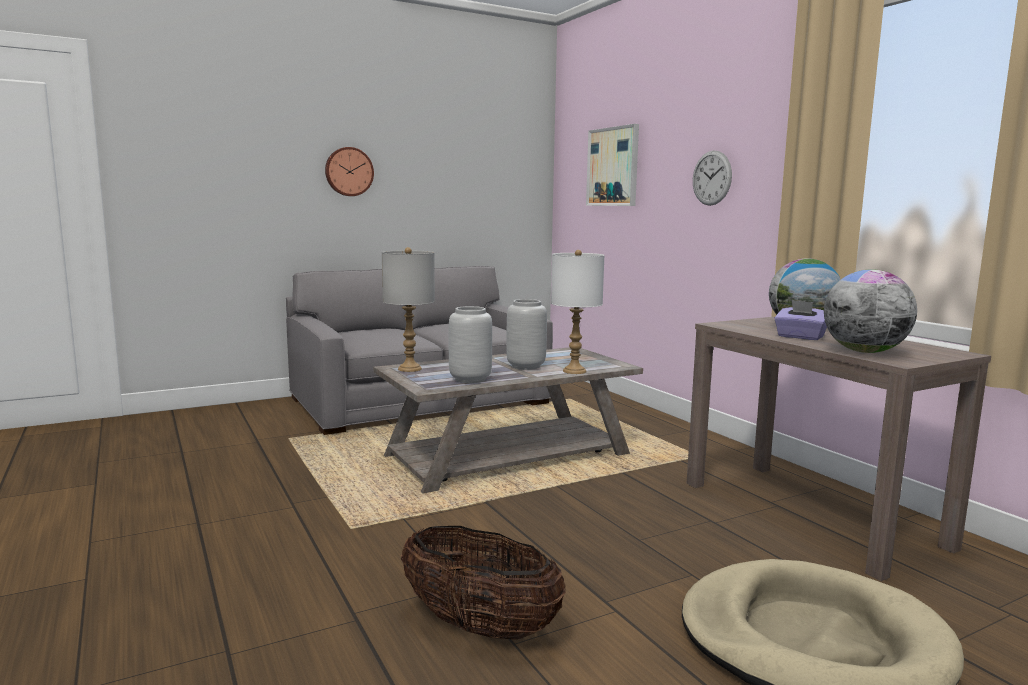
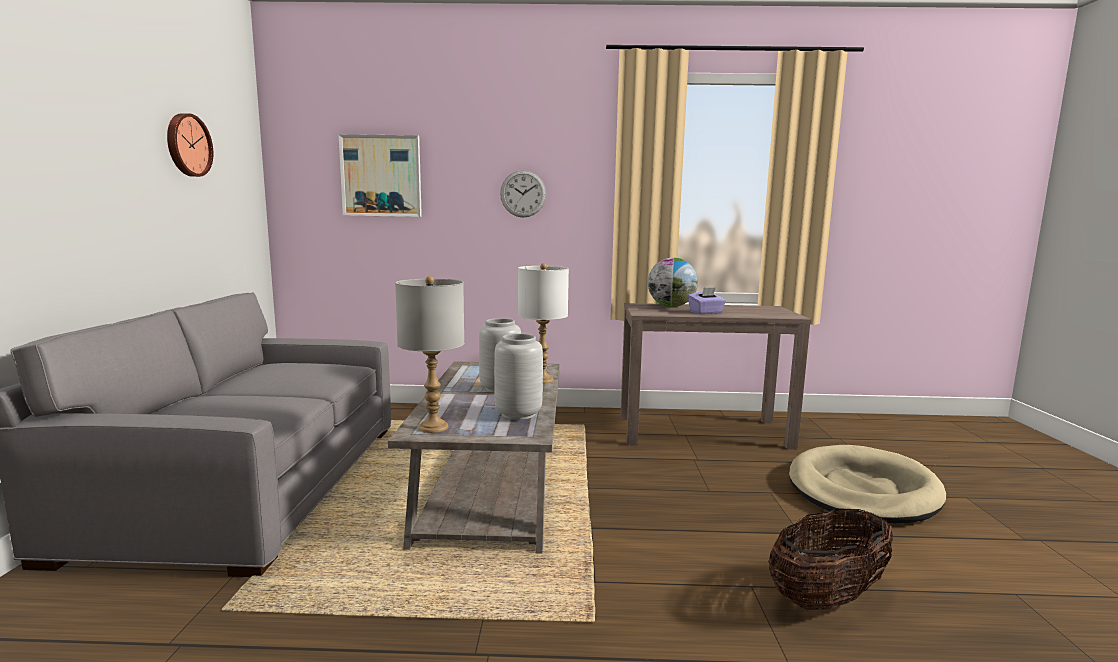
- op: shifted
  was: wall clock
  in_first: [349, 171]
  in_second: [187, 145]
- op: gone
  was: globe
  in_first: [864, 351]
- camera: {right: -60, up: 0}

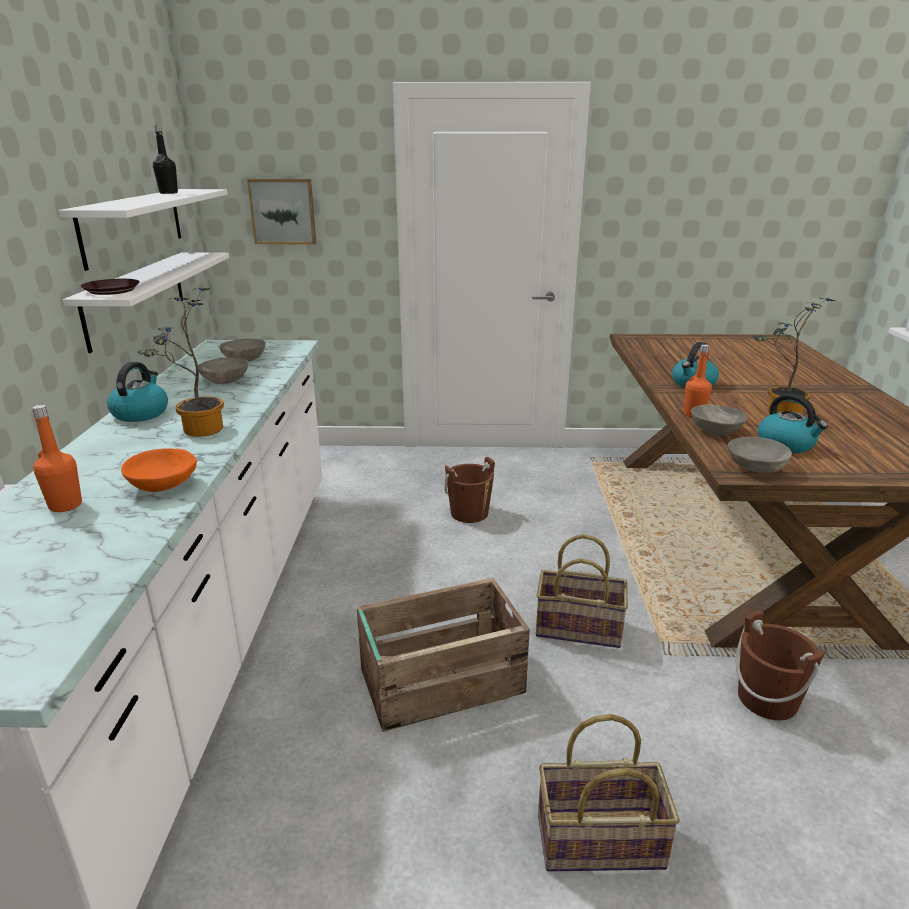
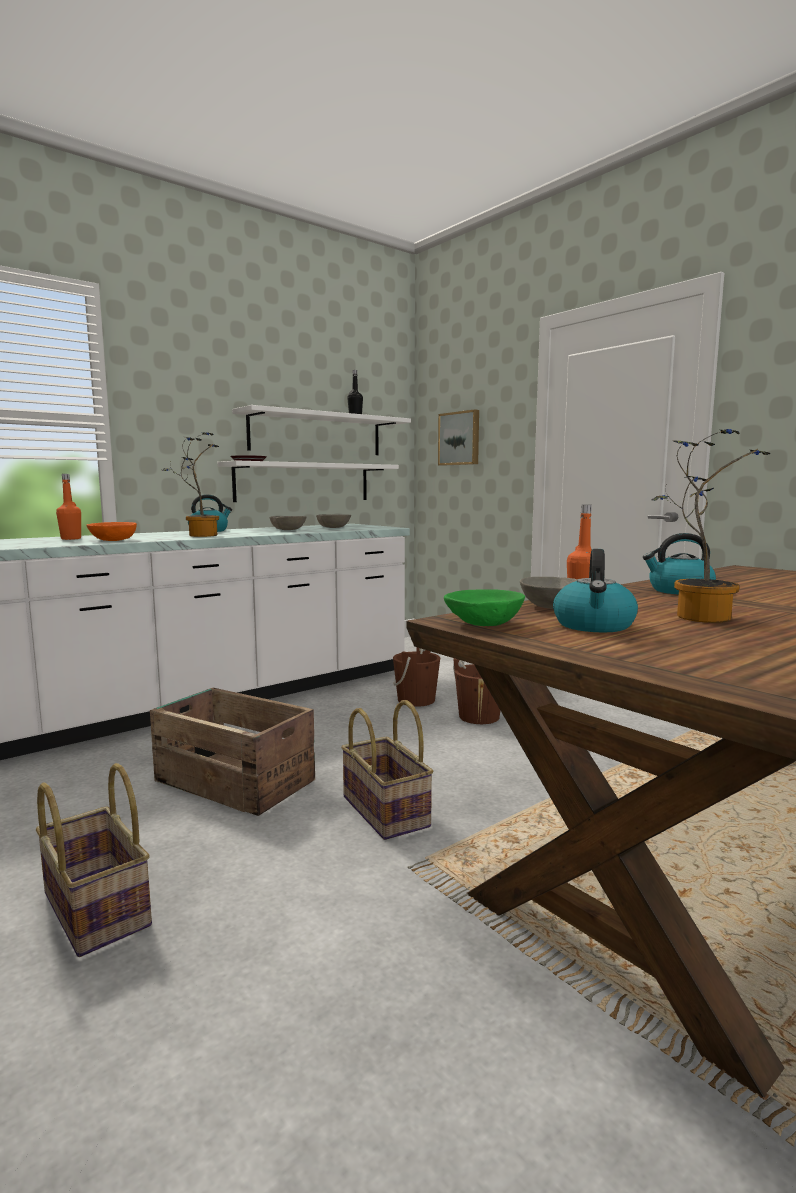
- op: shifted
  was: brown bucket
  in_first: [767, 699]
  in_second: [416, 700]
- op: repainted
  was: grey bowl
  now: green bowl
  in_first: [756, 468]
  in_second: [484, 624]
- camera: {right: 50, up: -15}

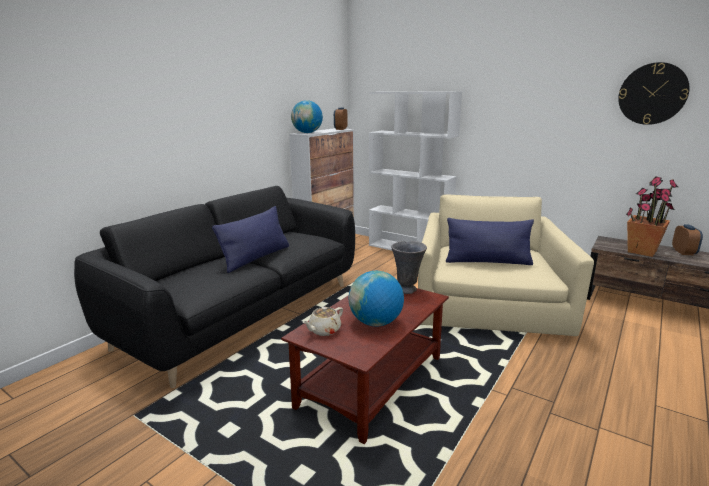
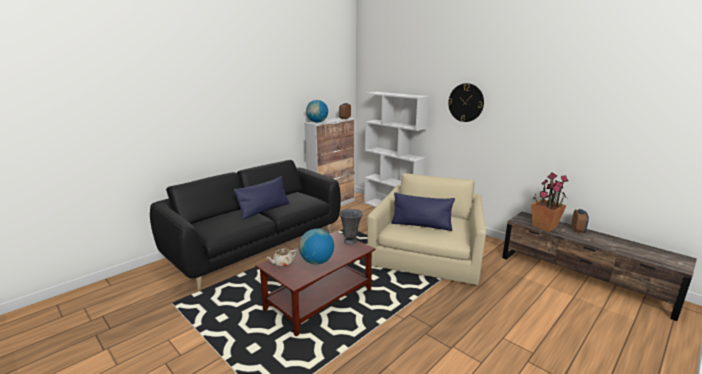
- op: shifted
  was: wall clock
  in_first: [652, 94]
  in_second: [466, 102]
- camera: {right: 10, up: 0}

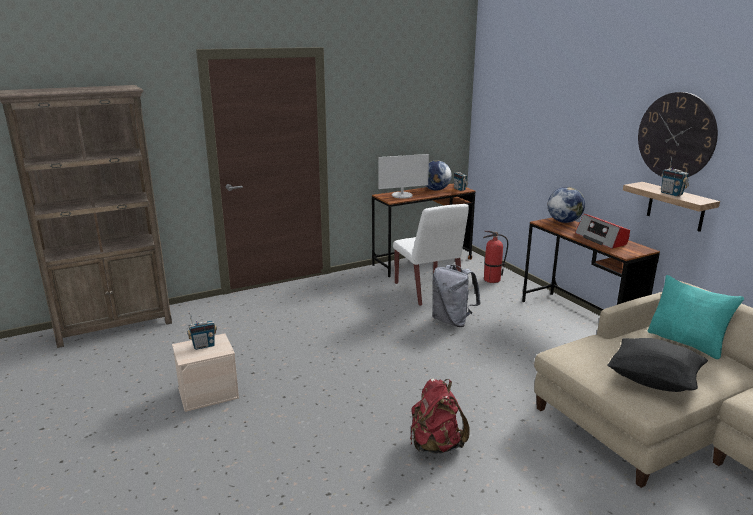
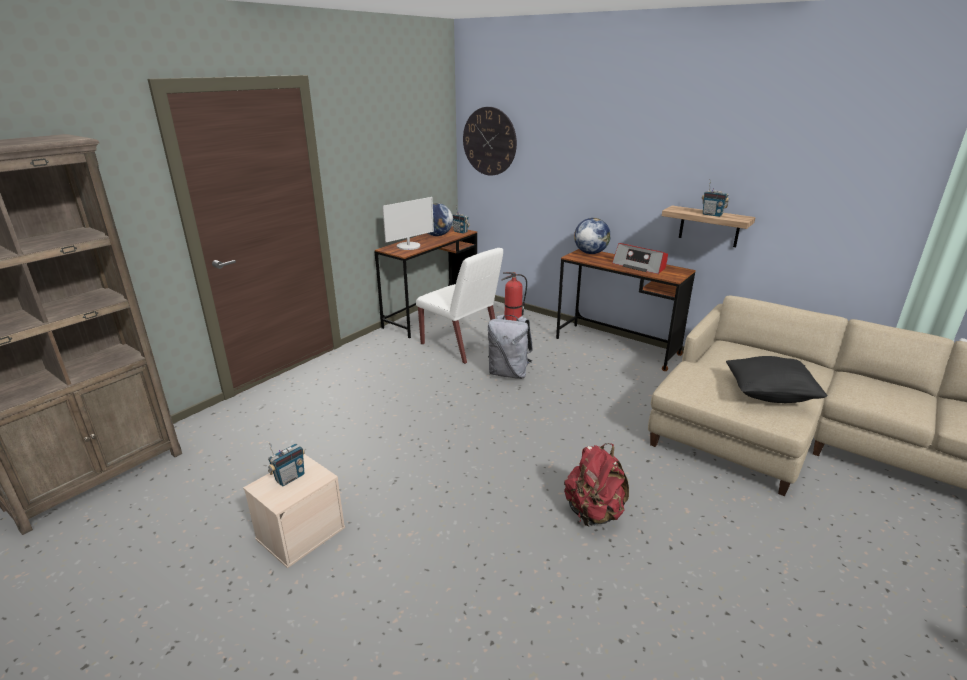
- op: shifted
  was: wall clock
  in_first: [676, 136]
  in_second: [489, 141]
- op: gone
  was: turquoise pillow
  in_first: [686, 342]
- camera: {right: -25, up: 5}

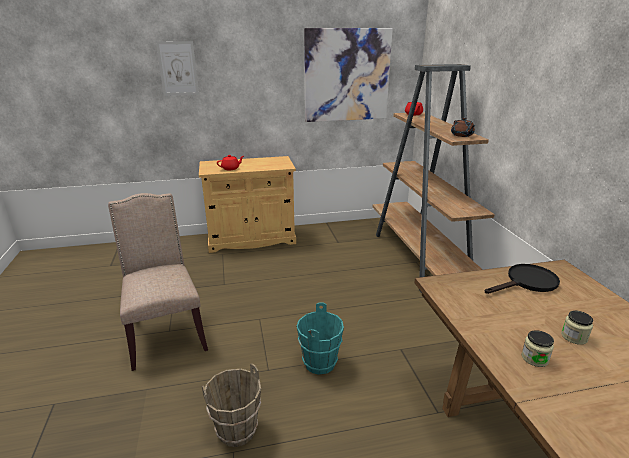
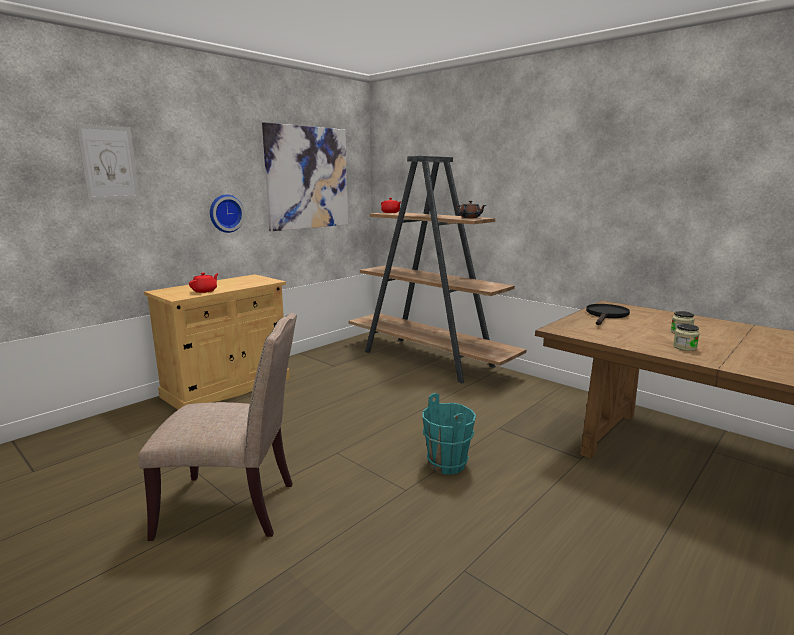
- op: rotated
  was: beige chair
  in_first: [165, 333]
  in_second: [234, 507]
  clockwise: 150
- op: new
  now: wall clock
  in_second: [225, 213]
- op: gone
  was: brown bucket
  in_first: [237, 431]
- camera: {right: -35, up: -10}

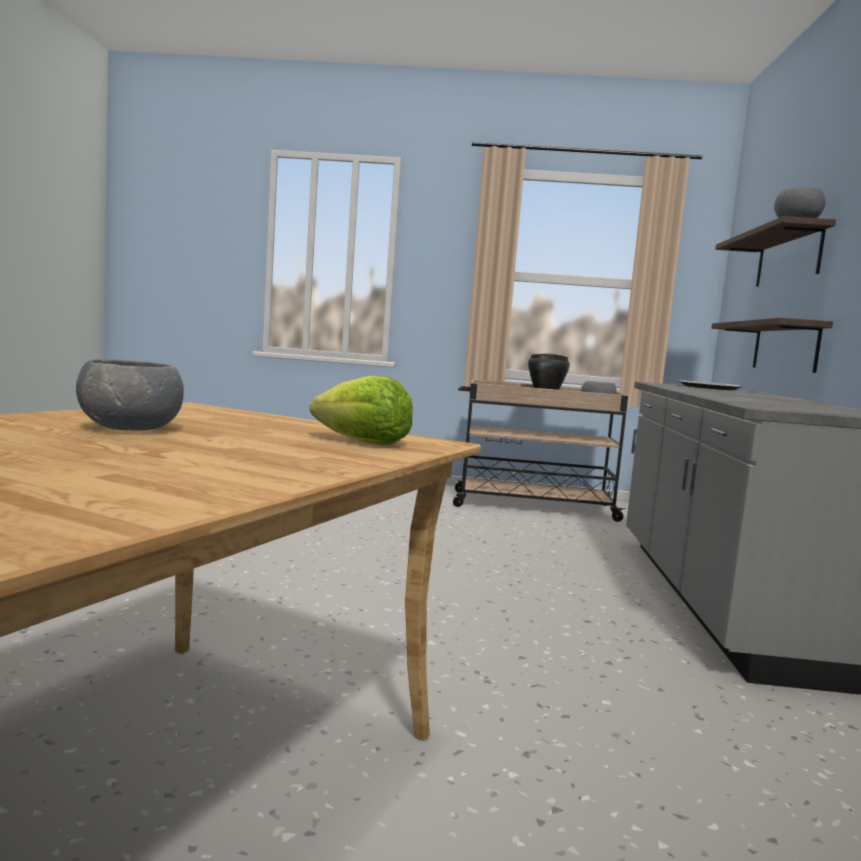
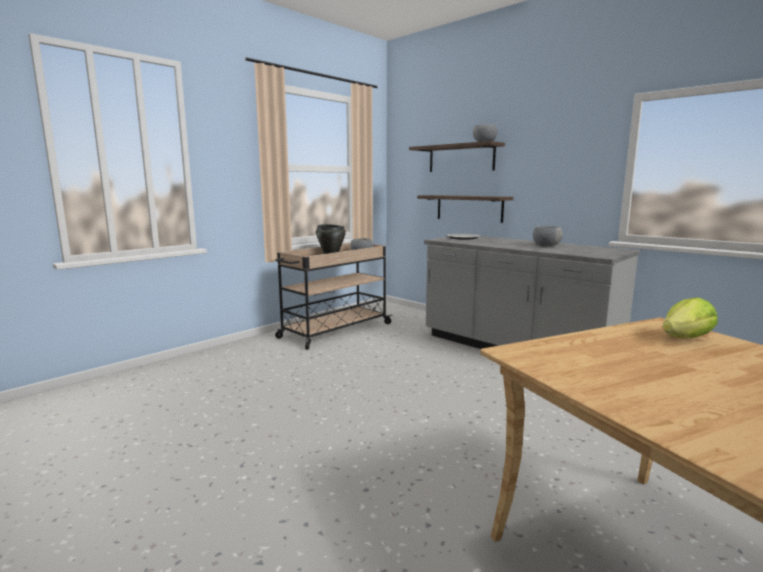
- op: shifted
  was: grey bowl
  in_first: [130, 429]
  in_second: [546, 246]
- camera: {right: -50, up: 5}

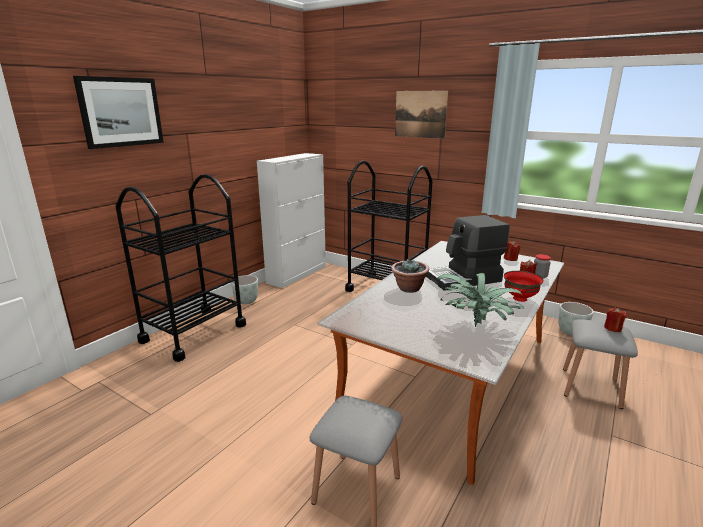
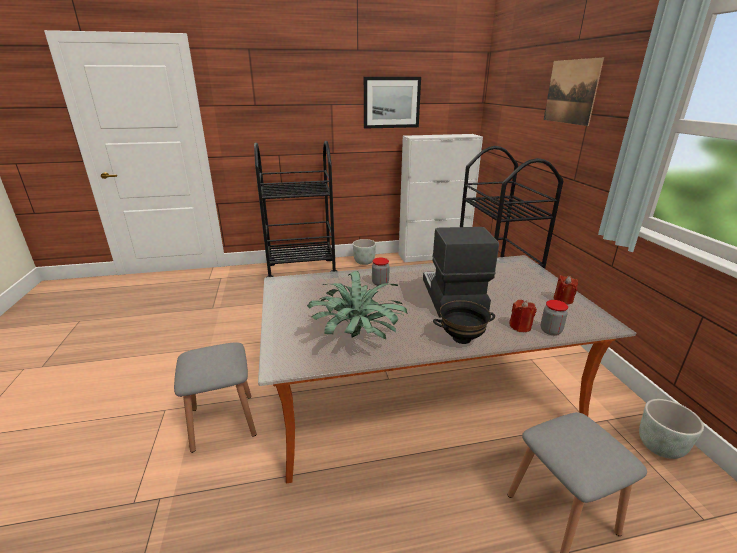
- op: shifted
  was: picture
  in_first: [121, 112]
  in_second: [391, 102]
- op: swapped
  was: potted plant
  now: jar
  in_first: [409, 288]
  in_second: [380, 283]
- op: rotated
  was: coffee machine
  in_first: [464, 279]
  in_second: [452, 296]
  clockwise: 60
- op: repainted
  was: red bowl
  now: black bowl
  in_first: [520, 299]
  in_second: [462, 339]
- op: gone
  was: red candle
  in_first: [612, 328]
- camera: {right: 45, up: 5}

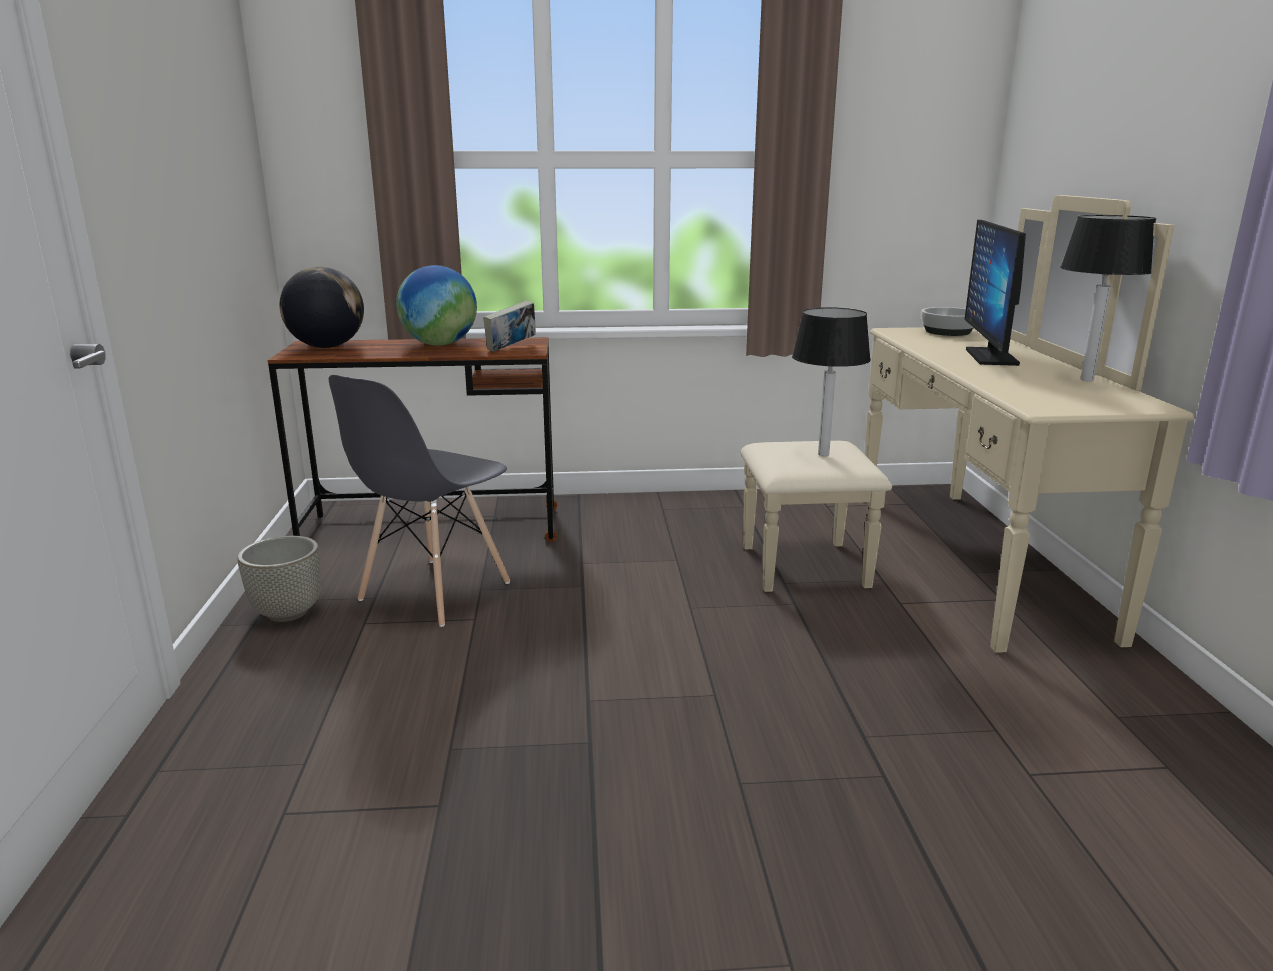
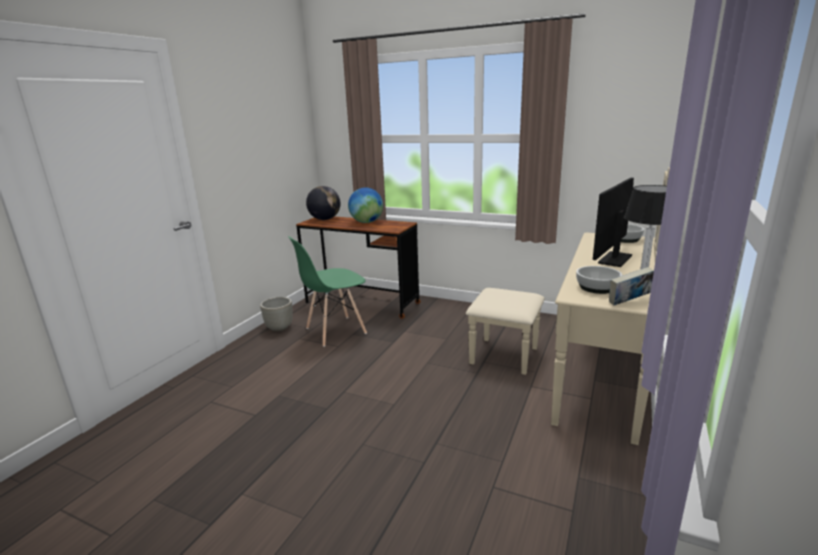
- op: repainted
  was: grey chair
  now: green chair
  in_first: [434, 592]
  in_second: [335, 331]
- op: new
  now: bowl
  in_second: [597, 287]
- op: shifted
  was: book
  in_first: [511, 348]
  in_second: [628, 302]
- op: gone
  was: table lamp
  in_first: [824, 454]
- camera: {right: 30, up: 0}

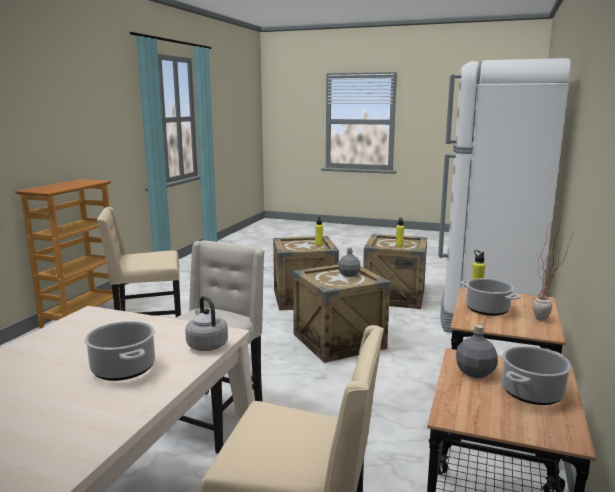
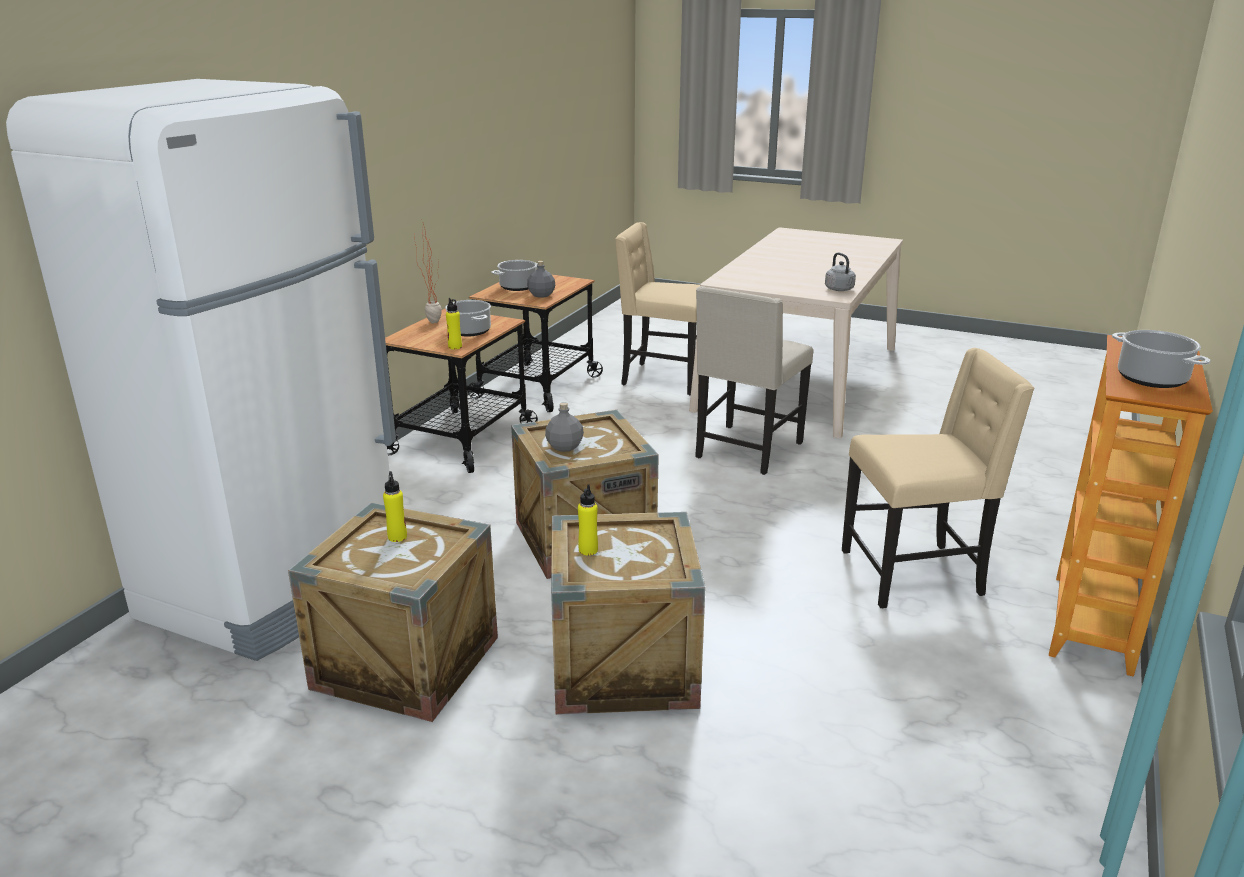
- op: shifted
  was: grey kettle
  in_first: [206, 345]
  in_second: [840, 289]
- op: shifted
  was: cooking pot
  in_first: [123, 368]
  in_second: [1152, 379]
- camera: {right: -175, up: 10}

